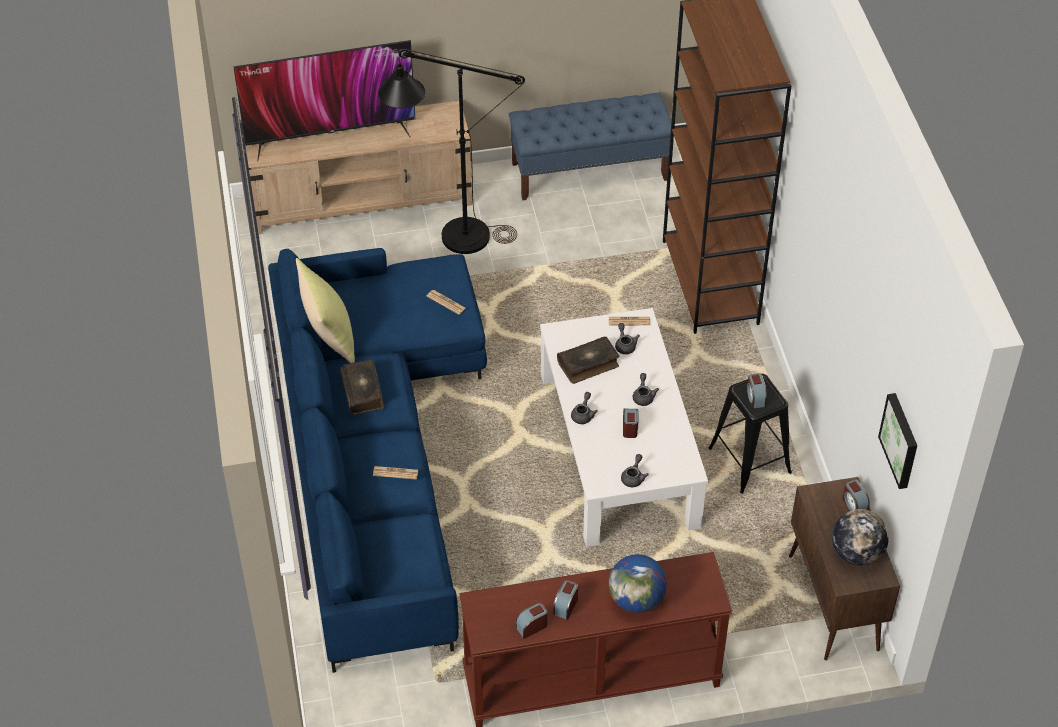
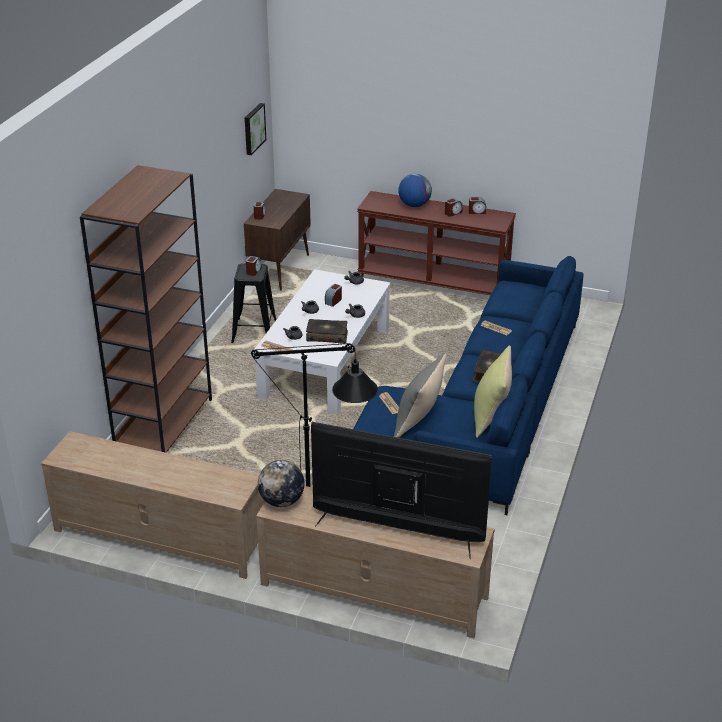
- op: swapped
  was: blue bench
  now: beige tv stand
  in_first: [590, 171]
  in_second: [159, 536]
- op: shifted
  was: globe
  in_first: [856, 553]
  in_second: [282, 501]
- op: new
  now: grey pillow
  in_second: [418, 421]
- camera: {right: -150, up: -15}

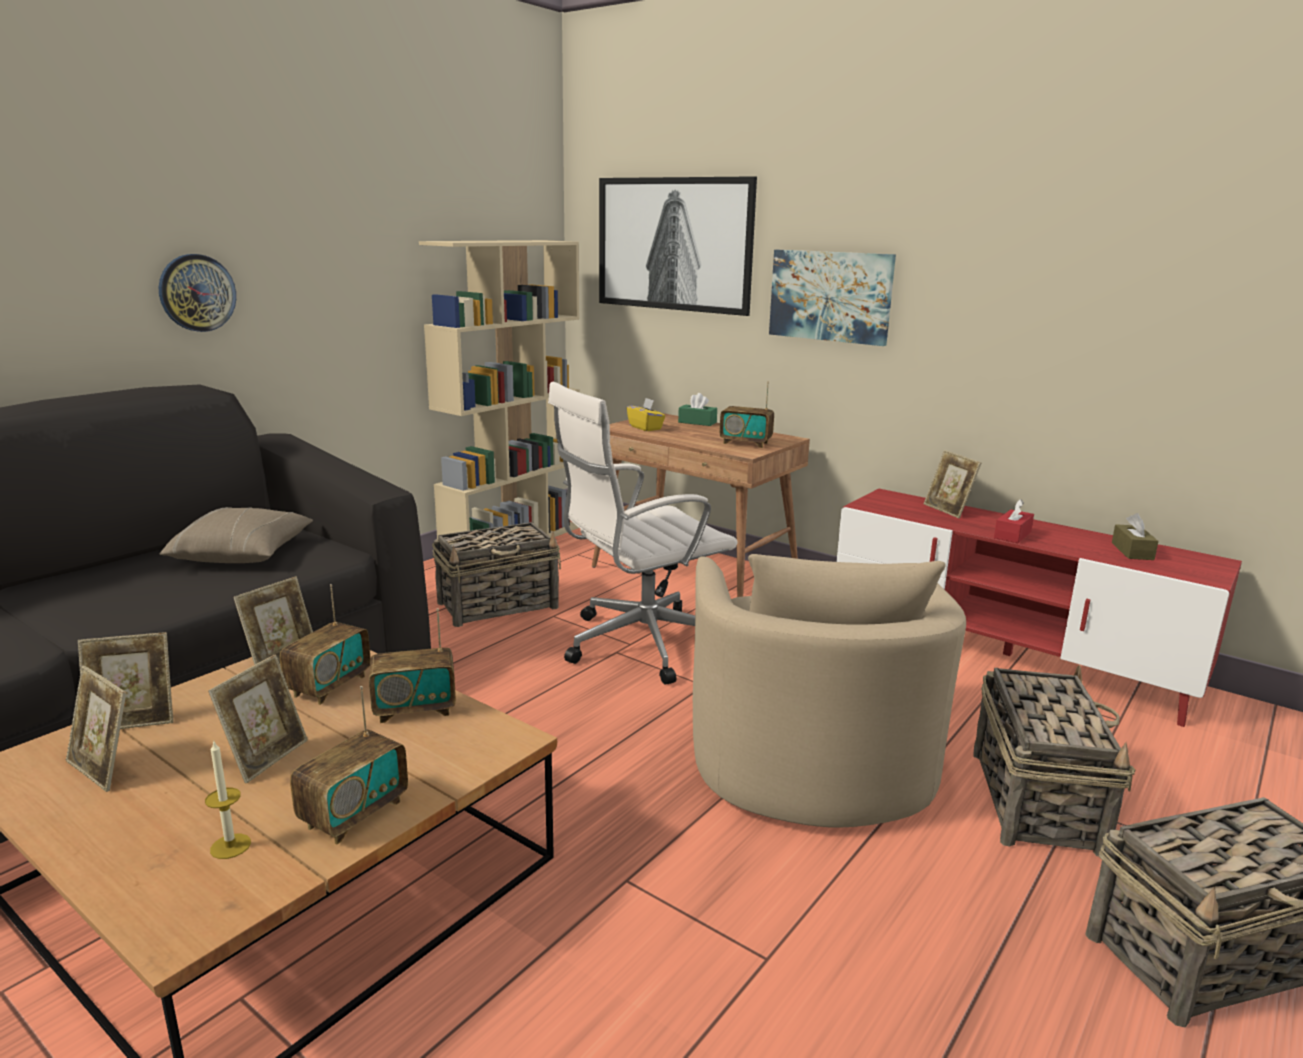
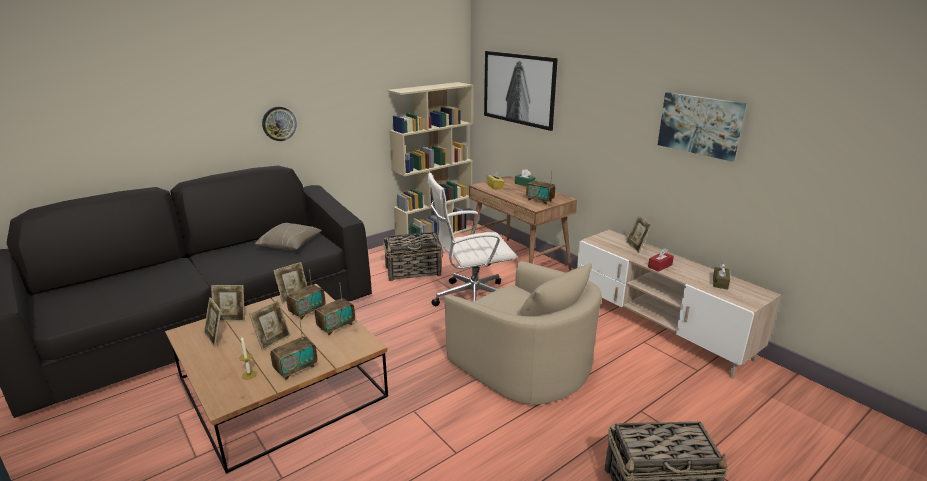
- op: rotated
  was: radio
  in_first: [415, 709]
  in_second: [336, 326]
  clockwise: -45
- op: rotated
  was: beige armchair
  in_first: [808, 752]
  in_second: [524, 365]
  clockwise: -60
- op: repainted
  was: red tv stand
  now: beige tv stand
  in_first: [1006, 655]
  in_second: [659, 327]
- op: shifted
  was: picture
  in_first: [830, 296]
  in_second: [700, 125]
- op: gone
  was: basket
  in_first: [1035, 799]
- camera: {right: 15, up: 5}

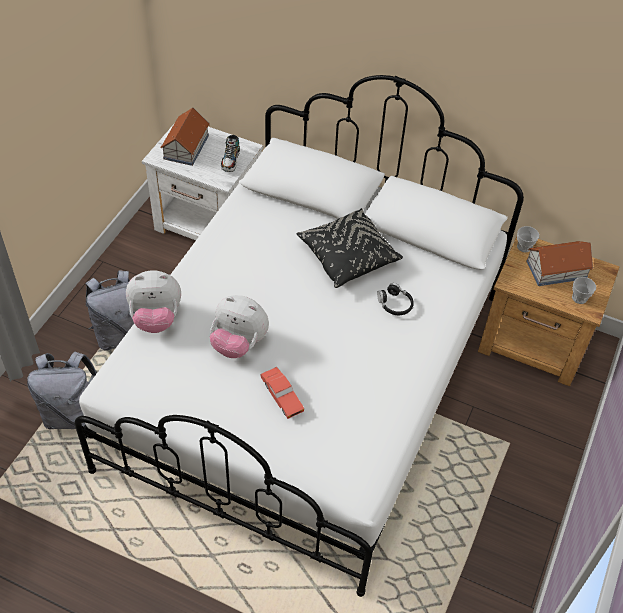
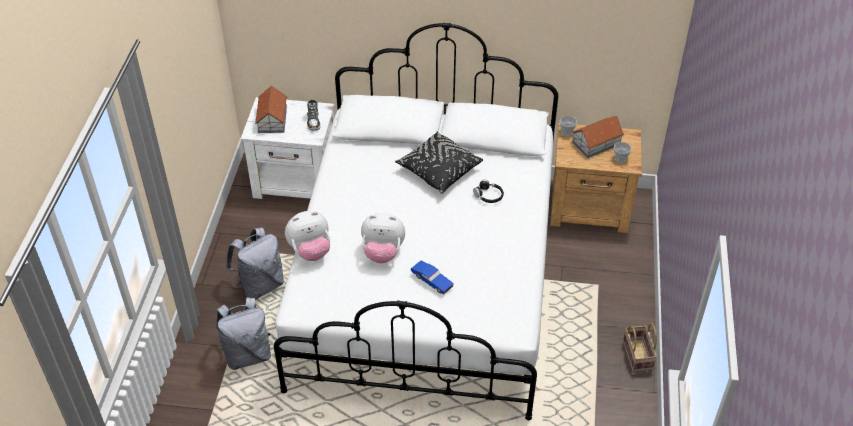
- op: repainted
  was: red toy car
  now: blue toy car
  in_first: [281, 396]
  in_second: [431, 281]
- op: new
  now: basket
  in_second: [638, 356]
- camera: {right: -15, up: -5}

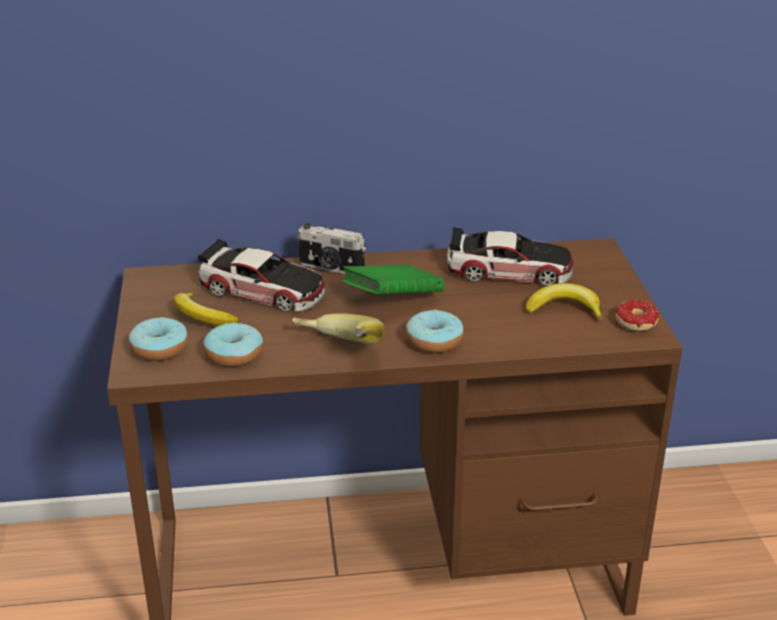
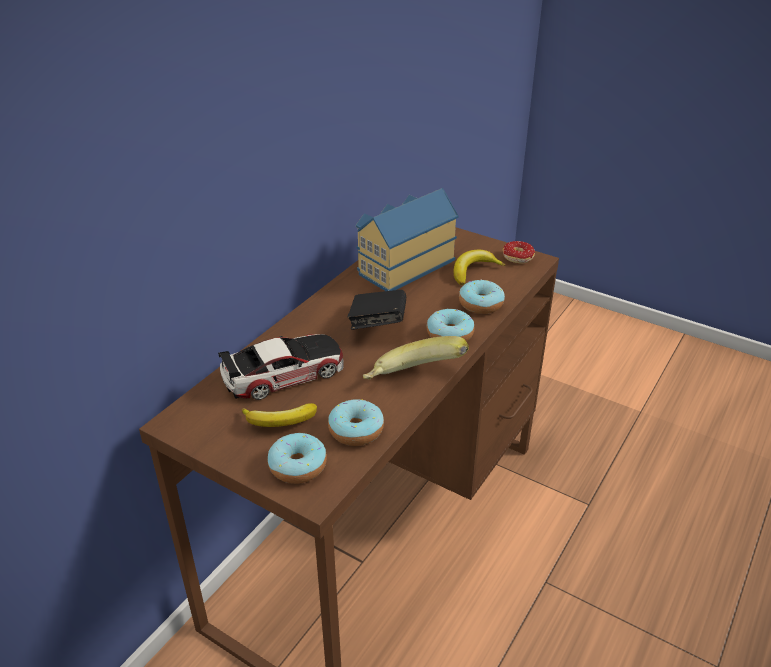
- op: repainted
  was: green book
  now: black book
  in_first: [393, 300]
  in_second: [378, 325]
- op: swapped
  was: toy car
  now: toy house
  in_first: [509, 270]
  in_second: [403, 265]
- op: new
  now: donut
  in_second: [481, 304]
- op: gone
  was: photo camera
  in_first: [331, 268]
- camera: {right: -50, up: 5}

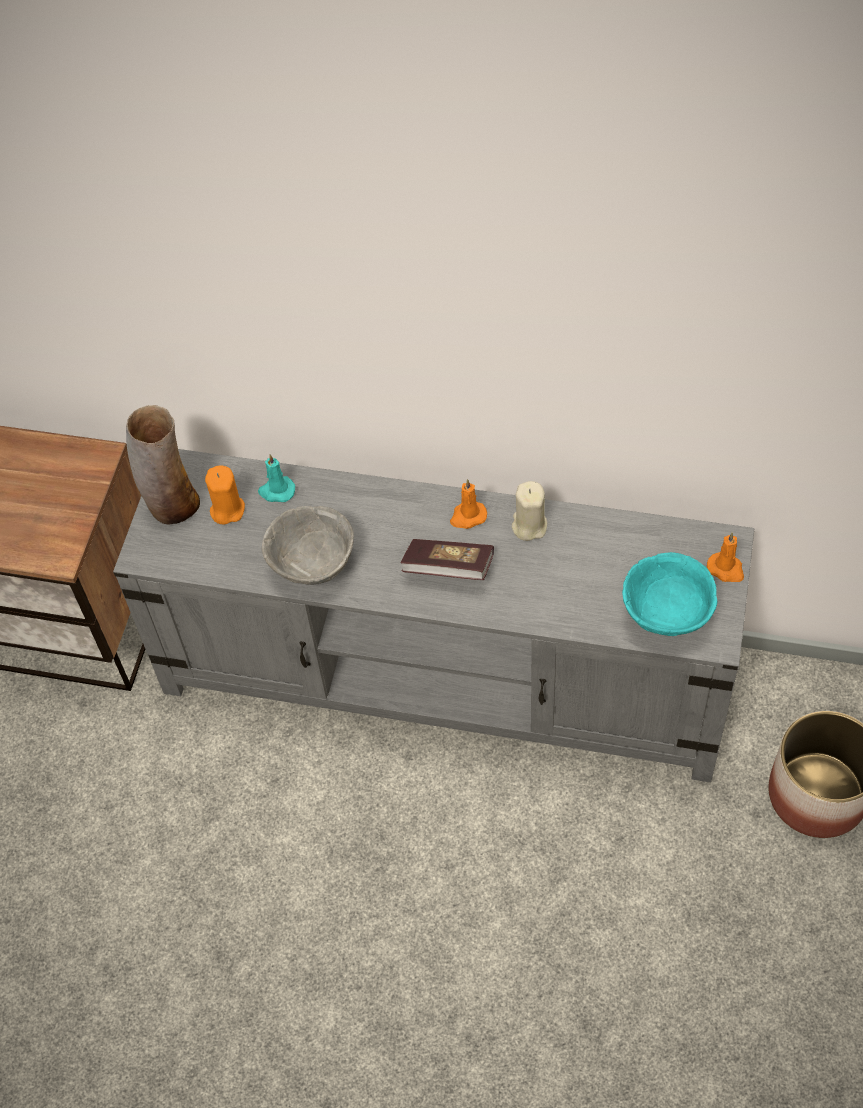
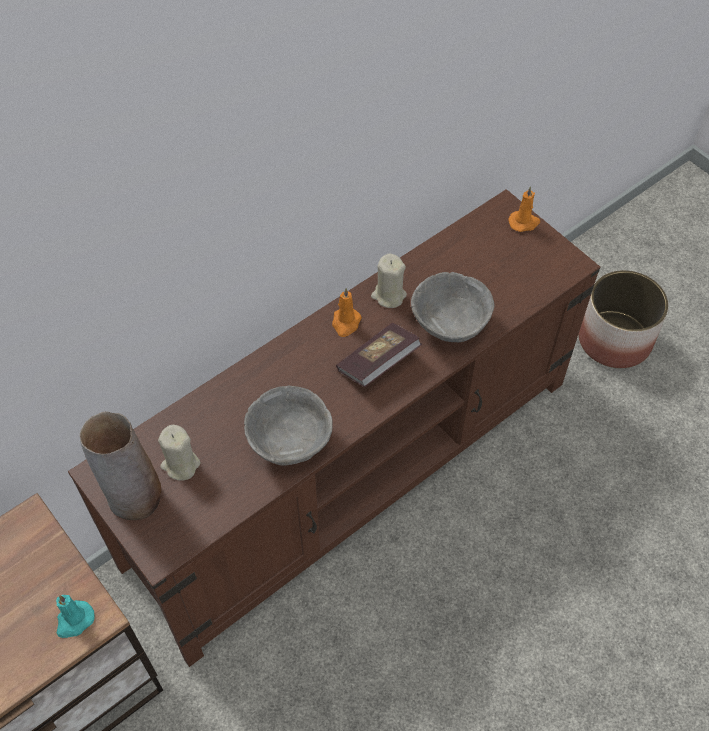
- op: shifted
  was: turquoise candle
  in_first: [276, 491]
  in_second: [74, 621]
- op: repainted
  was: grey tv stand
  now: brown tv stand
  in_first: [446, 676]
  in_second: [354, 470]
- op: repainted
  was: orange candle
  now: beige candle
  in_first: [227, 509]
  in_second: [180, 464]
- op: new
  now: grey bowl
  in_second: [449, 324]
- op: gone
  was: turquoise bowl
  in_first: [665, 614]
- camera: {right: -55, up: 0}

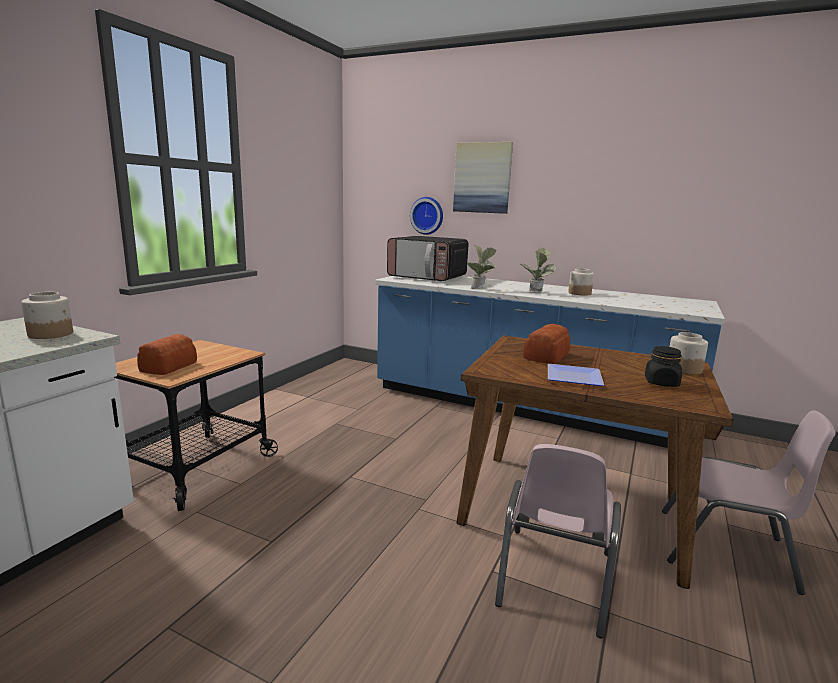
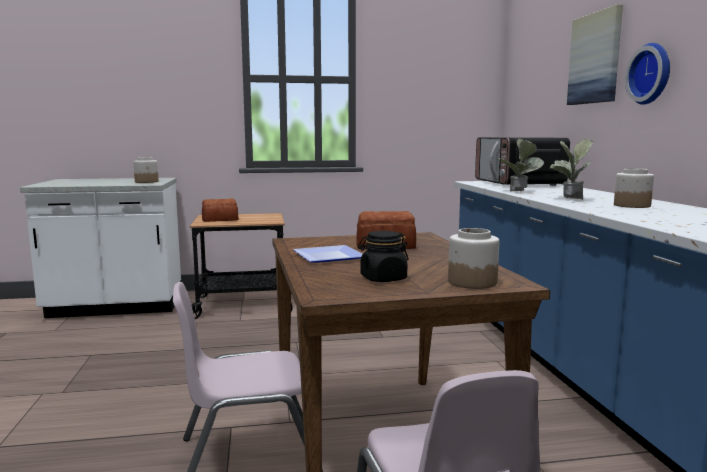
- op: shifted
  was: wall clock
  in_first: [427, 215]
  in_second: [652, 74]
- camera: {right: 55, up: -5}

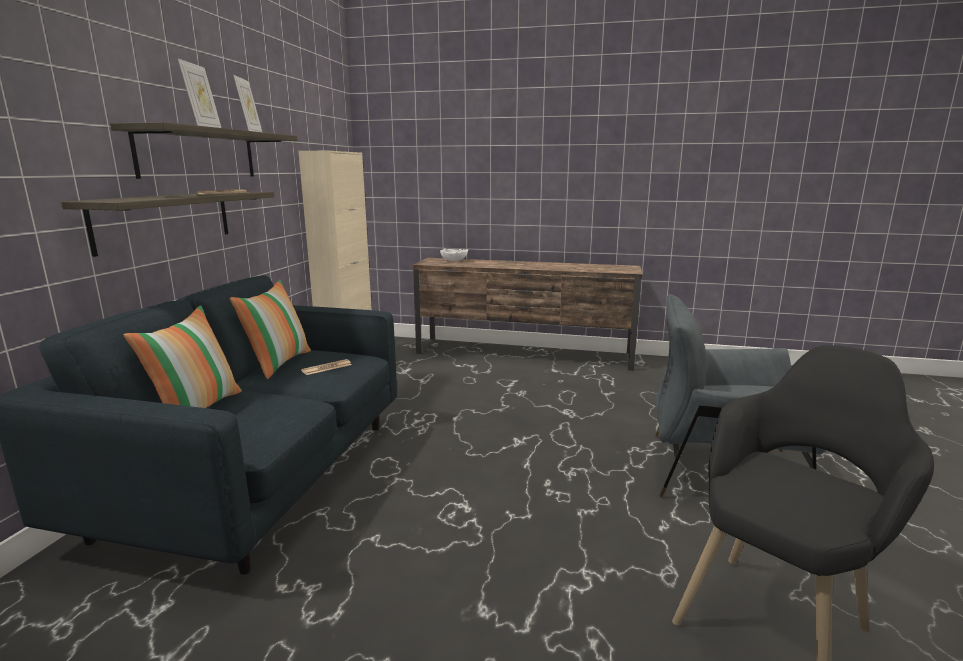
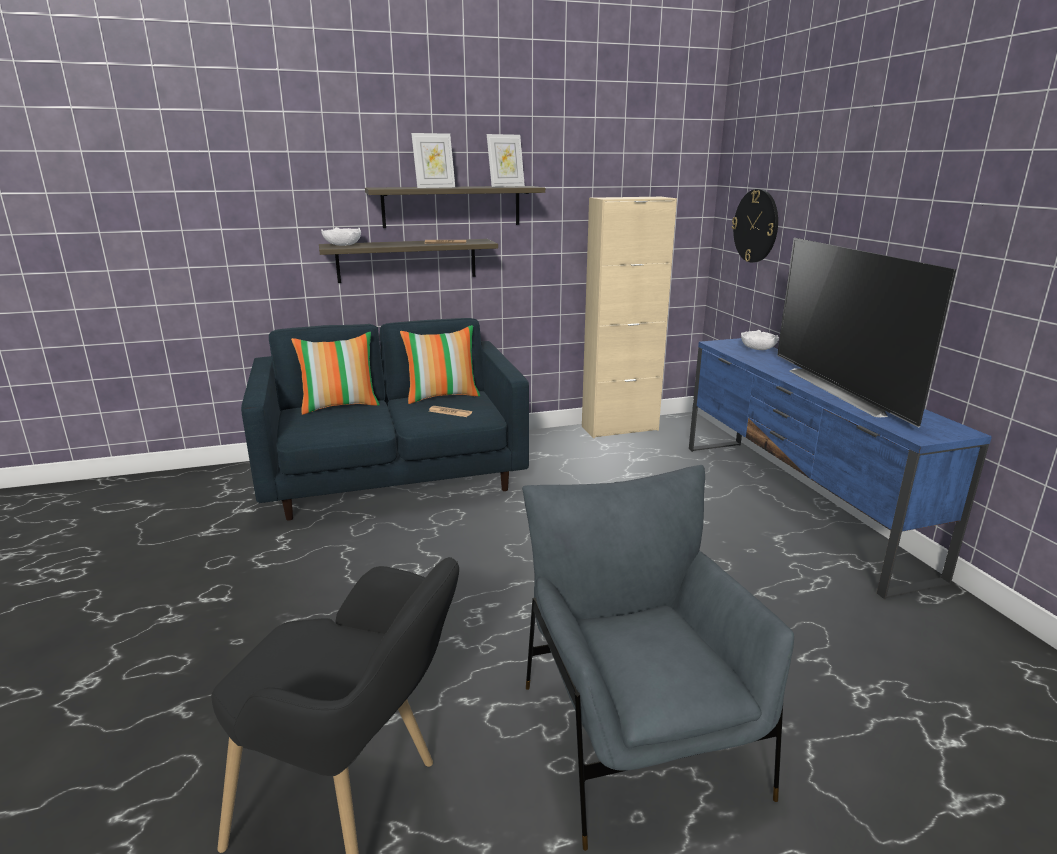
- op: new
  now: white bowl
  in_second: [343, 245]
- op: repainted
  was: brown tv stand
  now: blue tv stand
  in_first: [524, 354]
  in_second: [795, 505]
- op: new
  now: wall clock
  in_second: [756, 226]
- op: new
  now: television
  in_second: [845, 390]
- camera: {right: 60, up: 5}

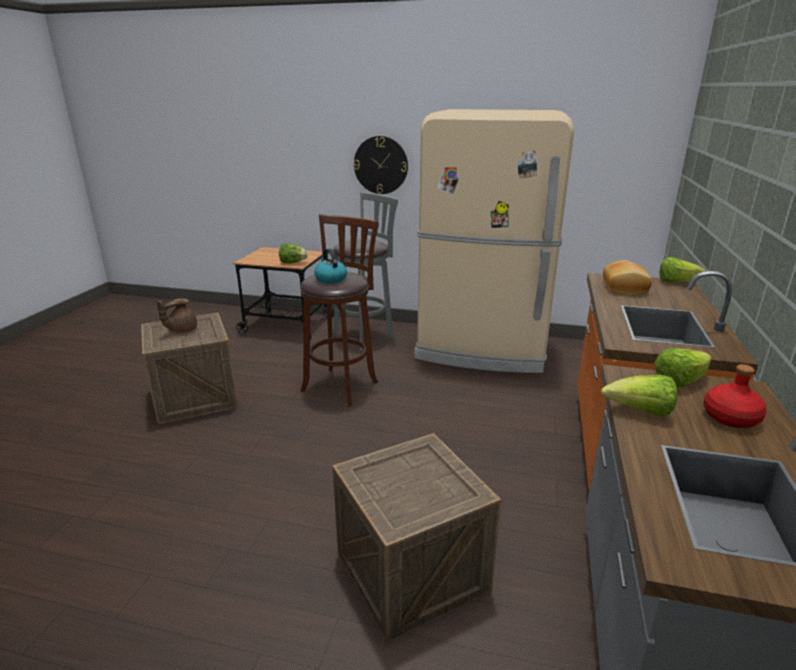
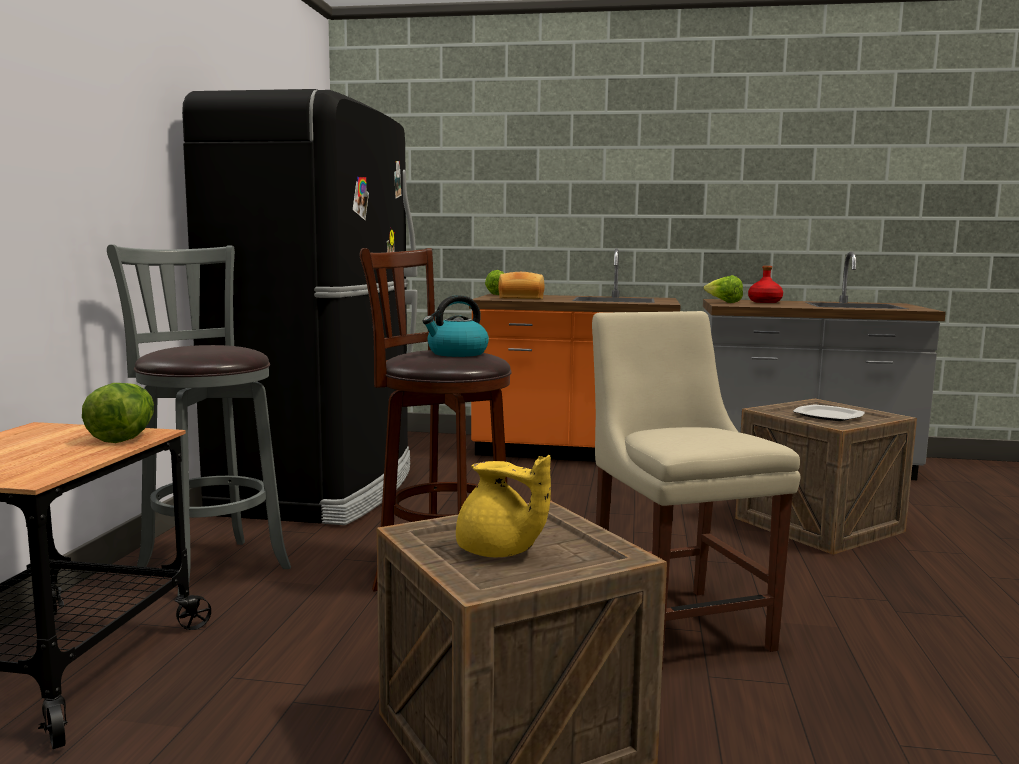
- op: repainted
  was: beige fridge
  now: black fridge
  in_first: [482, 349]
  in_second: [322, 489]
- op: repainted
  was: brown teapot
  now: yellow teapot
  in_first: [181, 330]
  in_second: [499, 552]
- op: new
  now: beige chair
  in_second: [675, 622]
- op: new
  now: plate
  in_second: [827, 415]
- op: gone
  was: wall clock
  in_first: [381, 165]
- op: gone
  was: lettuce
  in_first: [640, 411]
- camera: {right: -95, up: -15}

